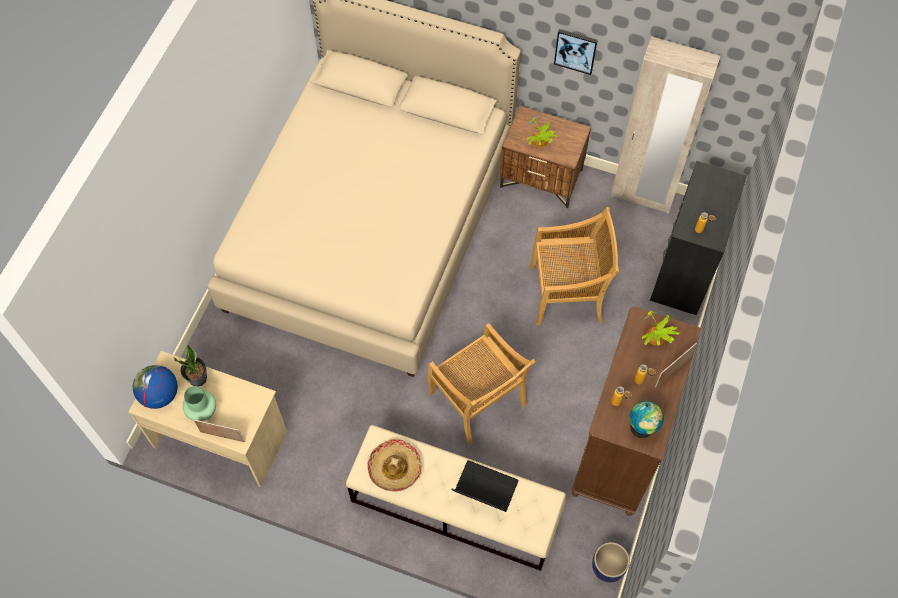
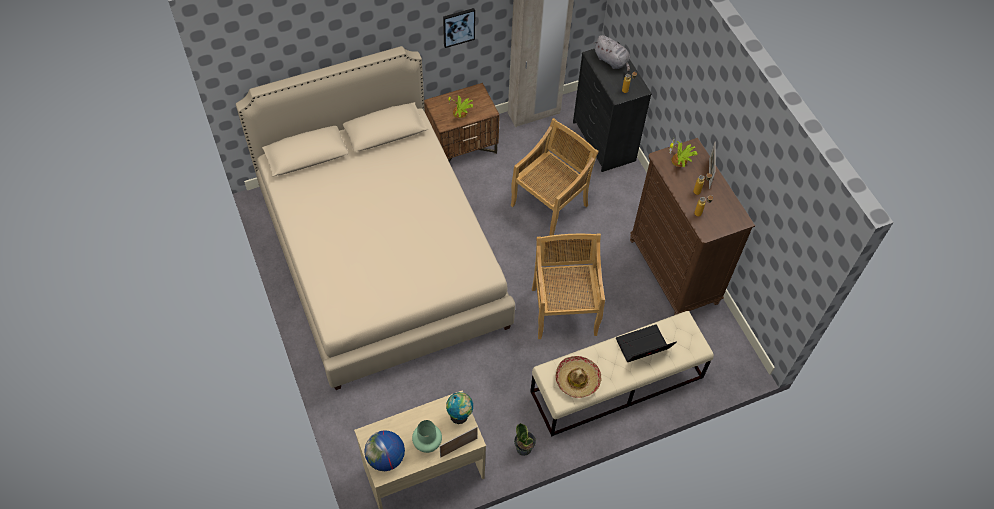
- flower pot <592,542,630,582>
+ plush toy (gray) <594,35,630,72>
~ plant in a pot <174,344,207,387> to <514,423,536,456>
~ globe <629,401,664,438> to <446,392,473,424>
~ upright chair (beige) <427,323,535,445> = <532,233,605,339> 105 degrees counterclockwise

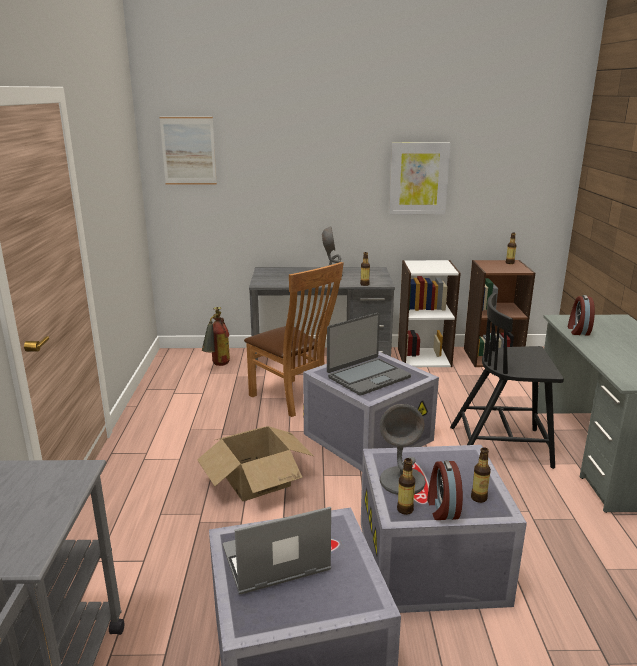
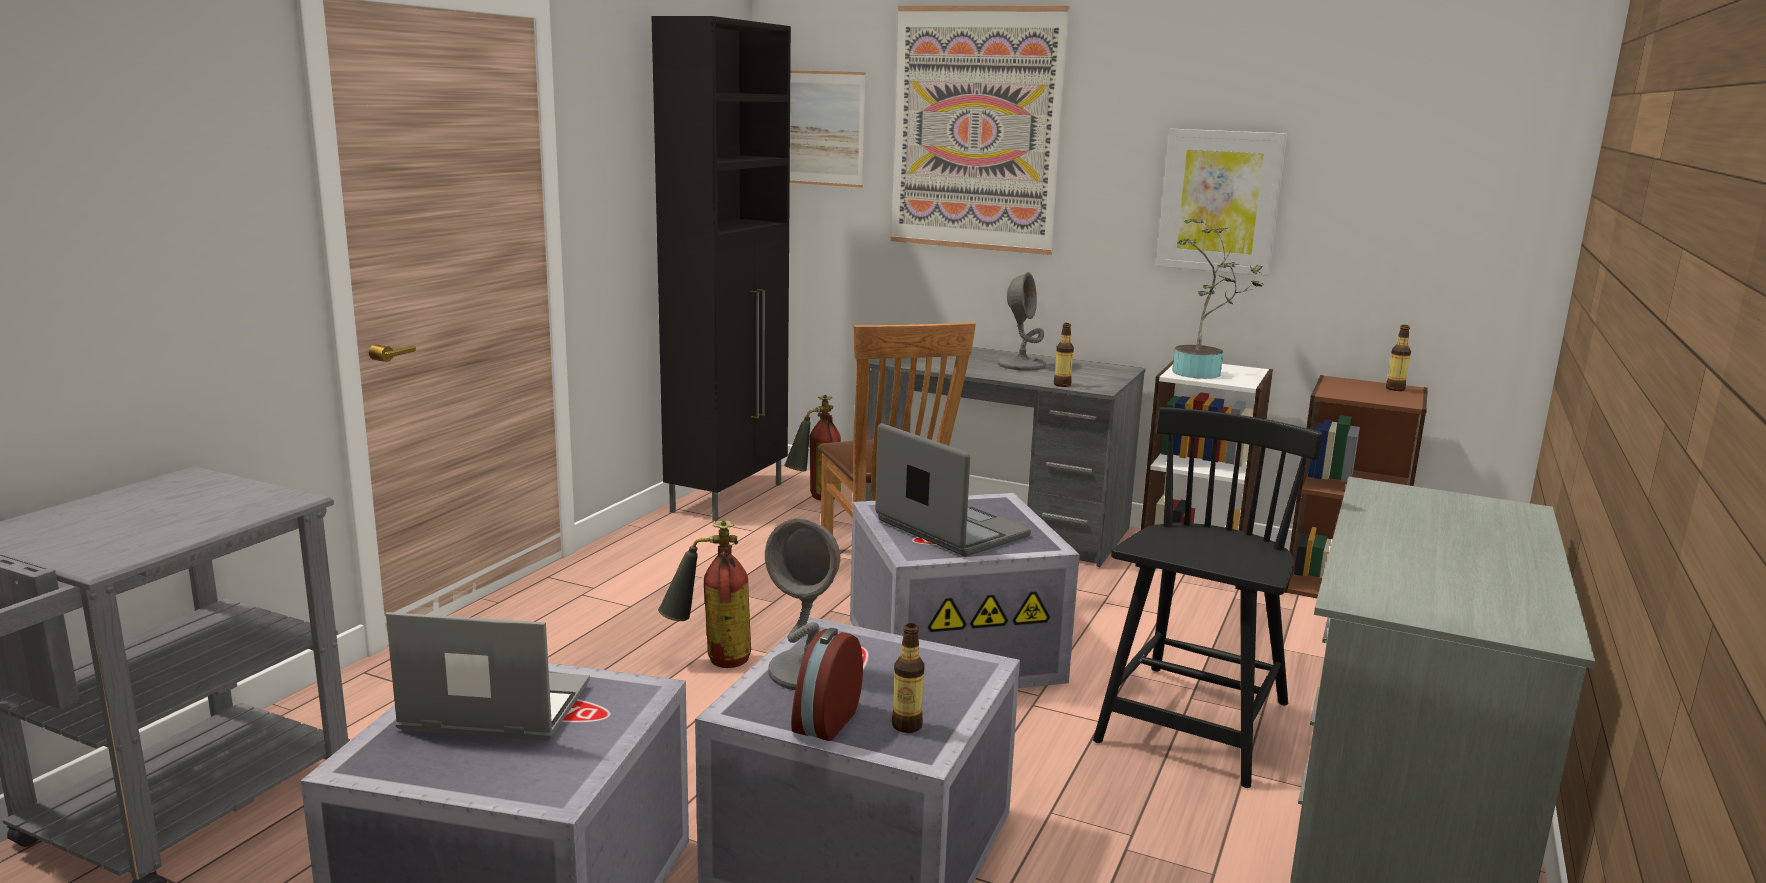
- drink bottle <397,458,415,515>
- table clock <568,295,595,336>
+ storage cabinet (black-coloured) <651,16,791,521>
+ wall art <891,6,1070,255>
+ plant in a pot <1172,219,1263,379>
~ cardboard box <197,426,313,501> to fire extinguisher <658,521,751,668>
~ notebook computer <327,312,411,396> = <875,423,1031,556> 120 degrees counterclockwise
~ upright chair (black-coloured) <450,293,564,469> = <1093,407,1323,788> 90 degrees clockwise

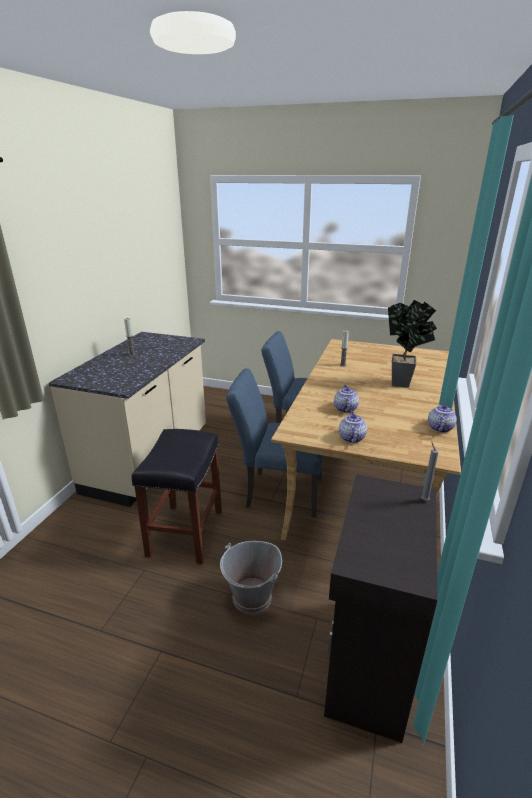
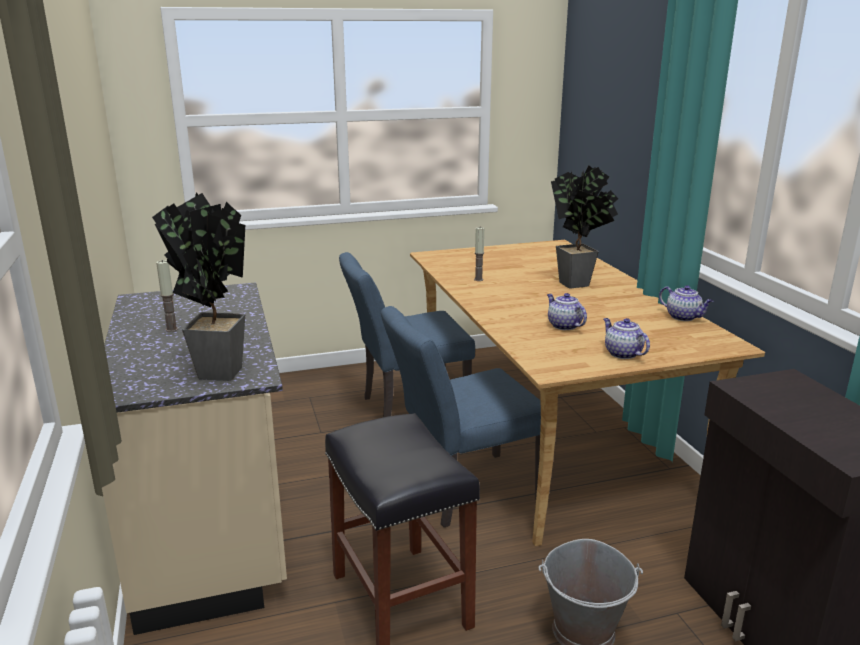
- wax light (gray) <421,441,438,501>
+ plant in a pot <152,192,245,381>
~ pot for tea <428,402,457,433> = <659,285,713,321> 150 degrees clockwise

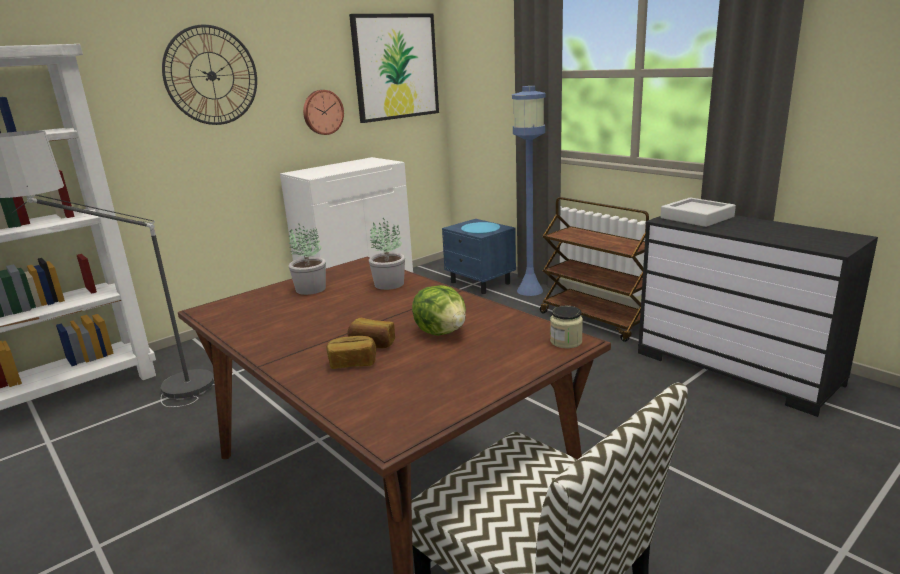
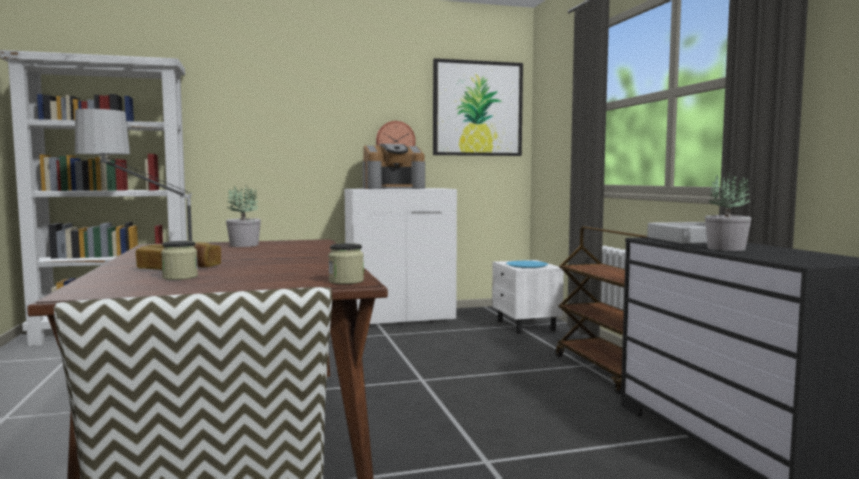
- clock on the wall <162,25,257,125>
- head of lettuce <412,285,466,336>
- standing lamp (blue) <512,86,546,296>
+ preserve jar <161,241,198,280>
+ coffee machine <363,144,425,189>
~ plant in a pot <369,218,405,290> to <705,173,752,251>
~ bedside table (blue) <442,219,516,294> to bedside table (white) <492,260,564,334>

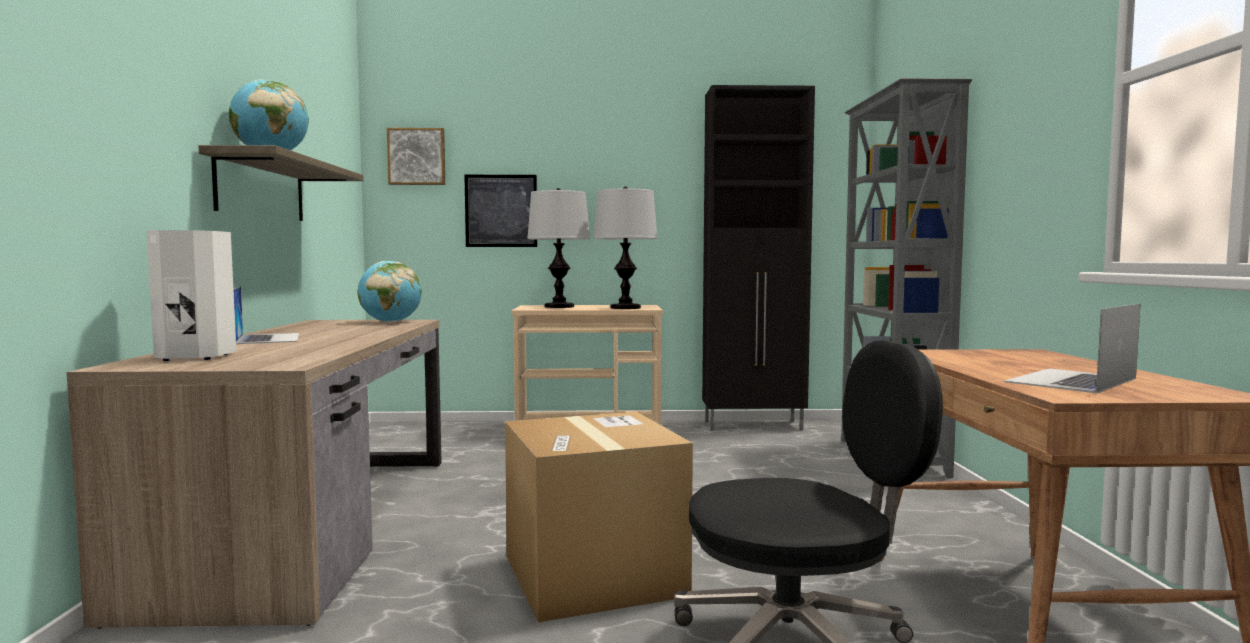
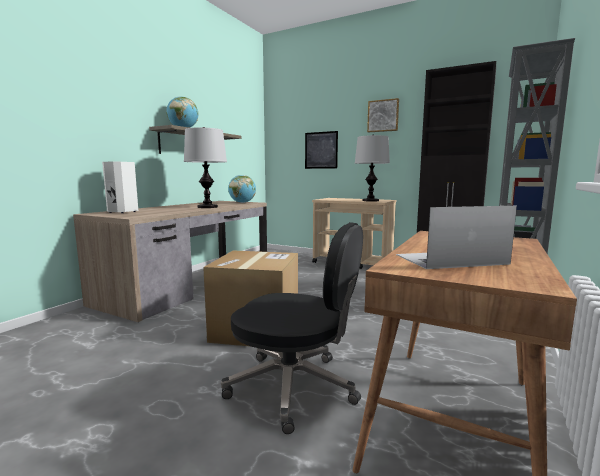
- notebook computer <233,287,299,344>
~ wall art <387,128,445,185> to <367,98,399,132>
~ table lamp <527,188,590,308> to <184,127,227,208>

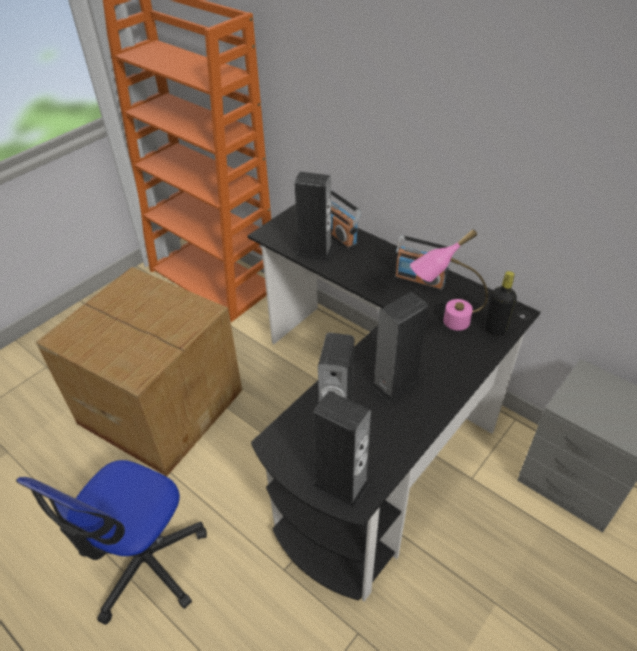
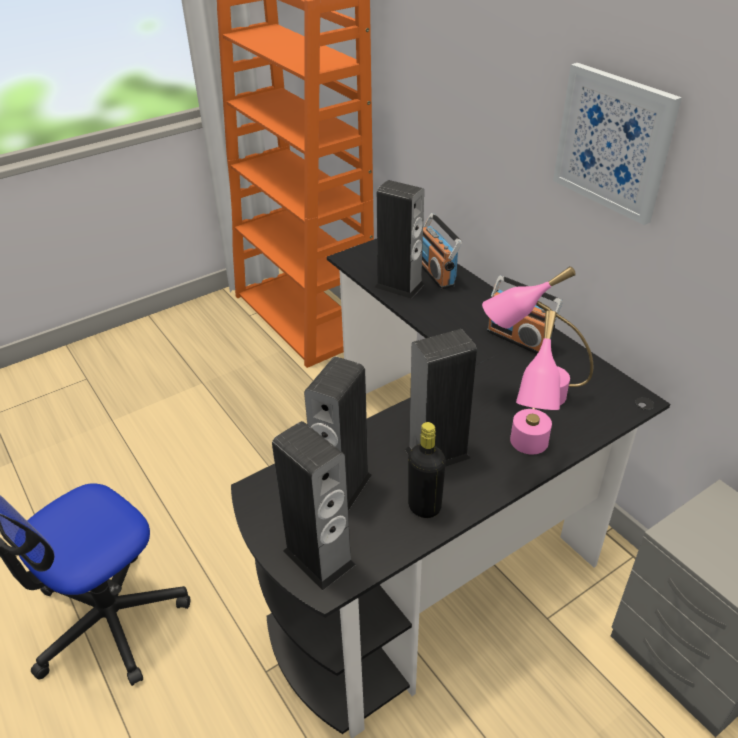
- cardboard box <36,267,242,476>
+ table lamp (pink) <510,310,560,454>
+ wall art <553,63,682,225>
~ drink bottle (black-coloured) <485,271,517,336> to <408,422,446,518>

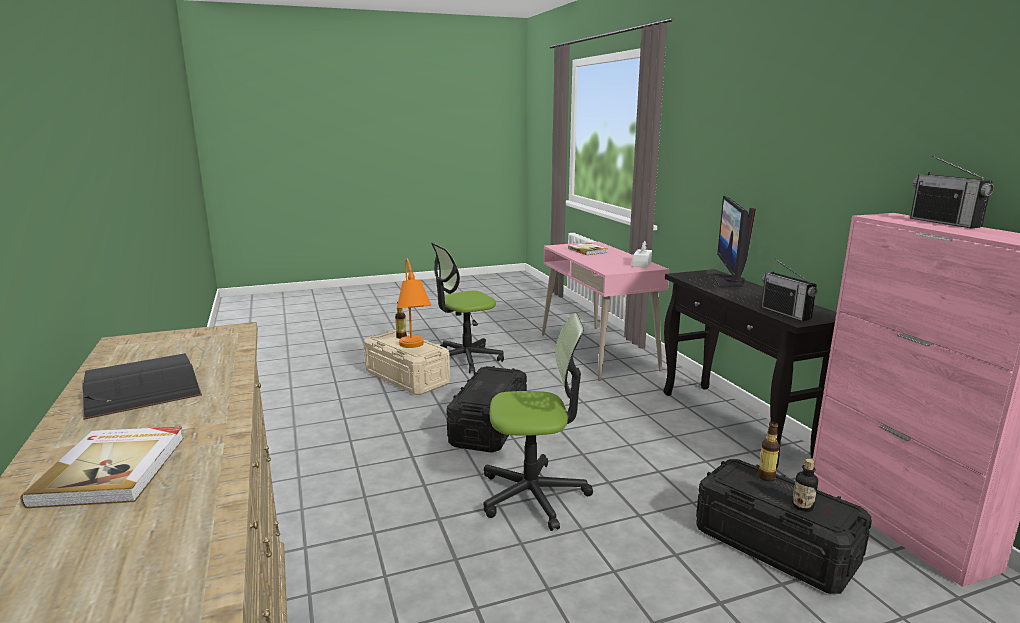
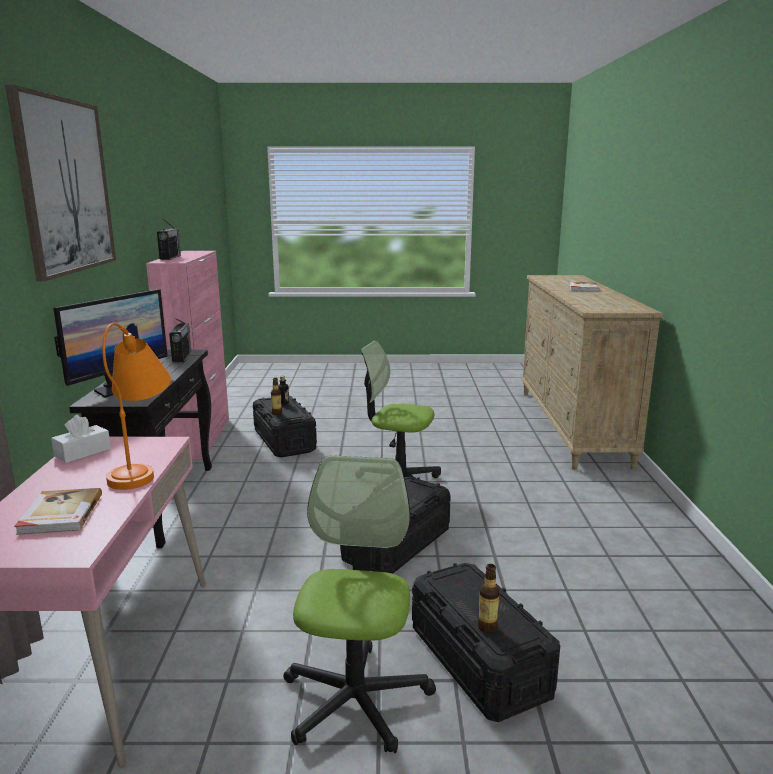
- volume (black-coloured) <82,353,202,420>
+ wall art <5,85,116,281>
~ table lamp (orange) <397,258,431,348> to <102,323,171,490>
~ storage container (beige) <364,330,450,395> to storage container (black-coloured) <412,563,561,722>
~ office chair <431,242,504,373> = <283,455,436,753> 75 degrees counterclockwise

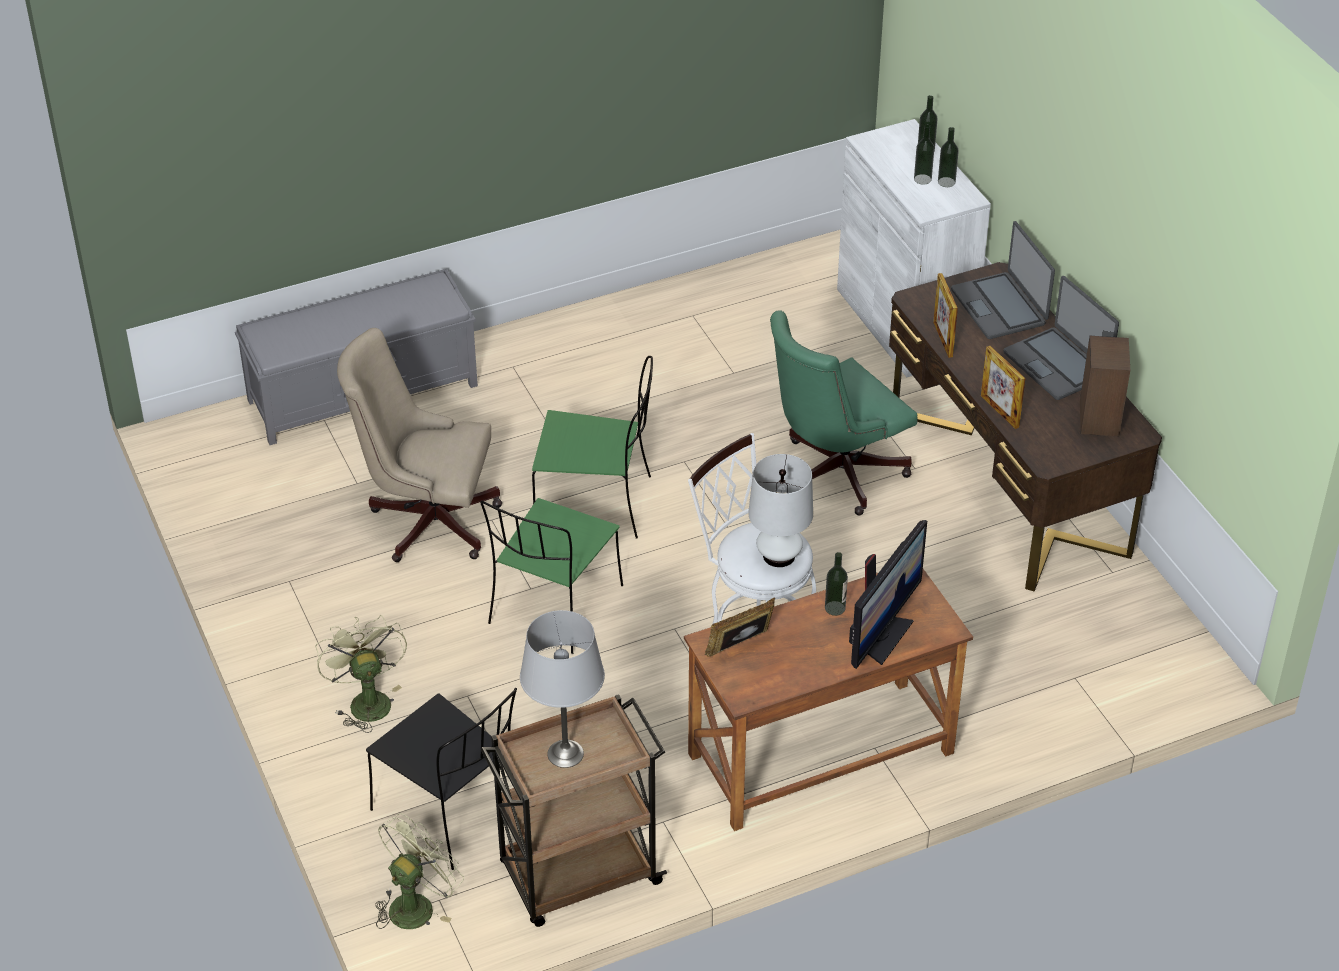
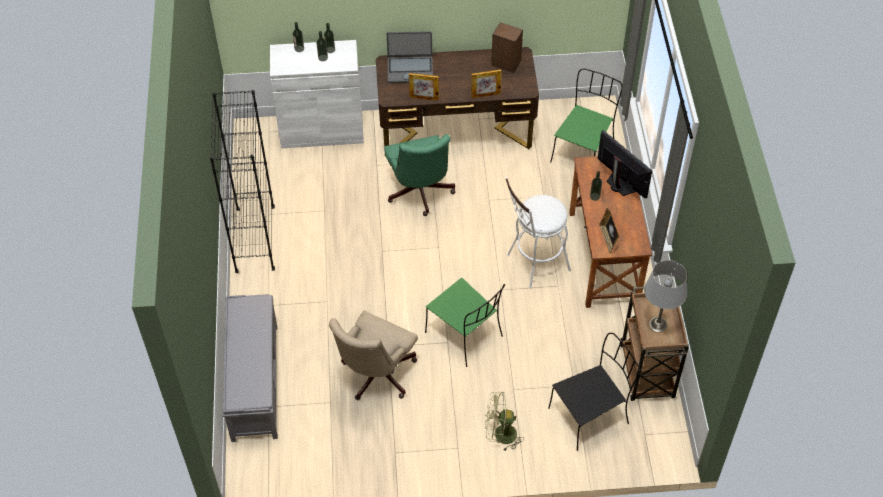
- electric fan (greenish) <376,813,464,929>
- table lamp (white) <748,454,813,567>
- notebook computer <1003,276,1119,400>
+ bookcase (black-coloured) <210,90,275,273>
~ upright chair (greenish) <532,356,653,539> to <550,68,622,162>

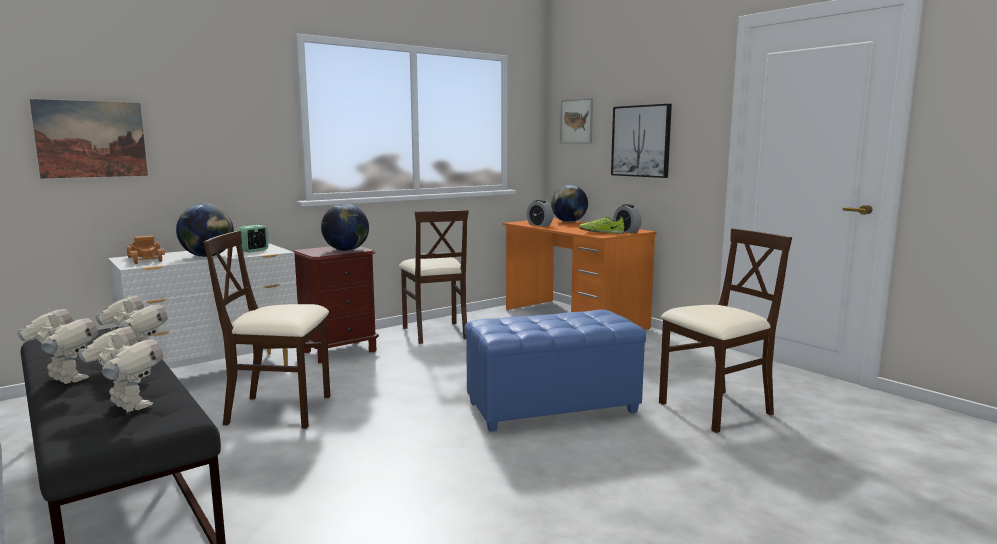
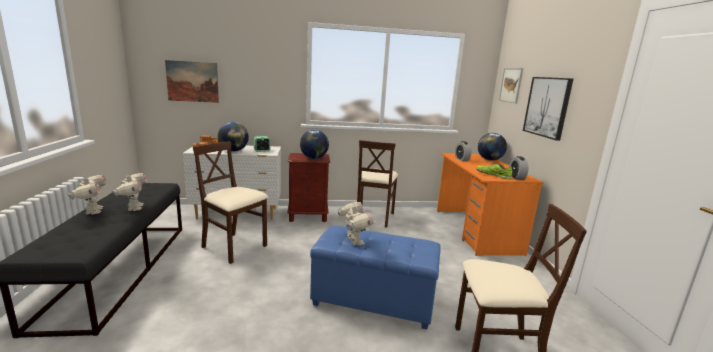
~ model robot <78,325,163,412> to <338,202,373,245>

